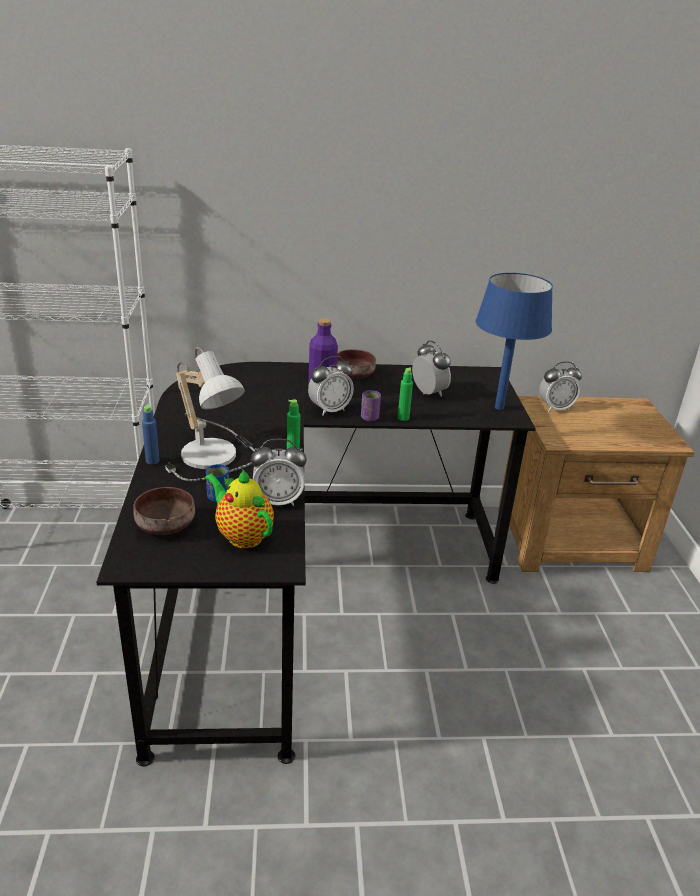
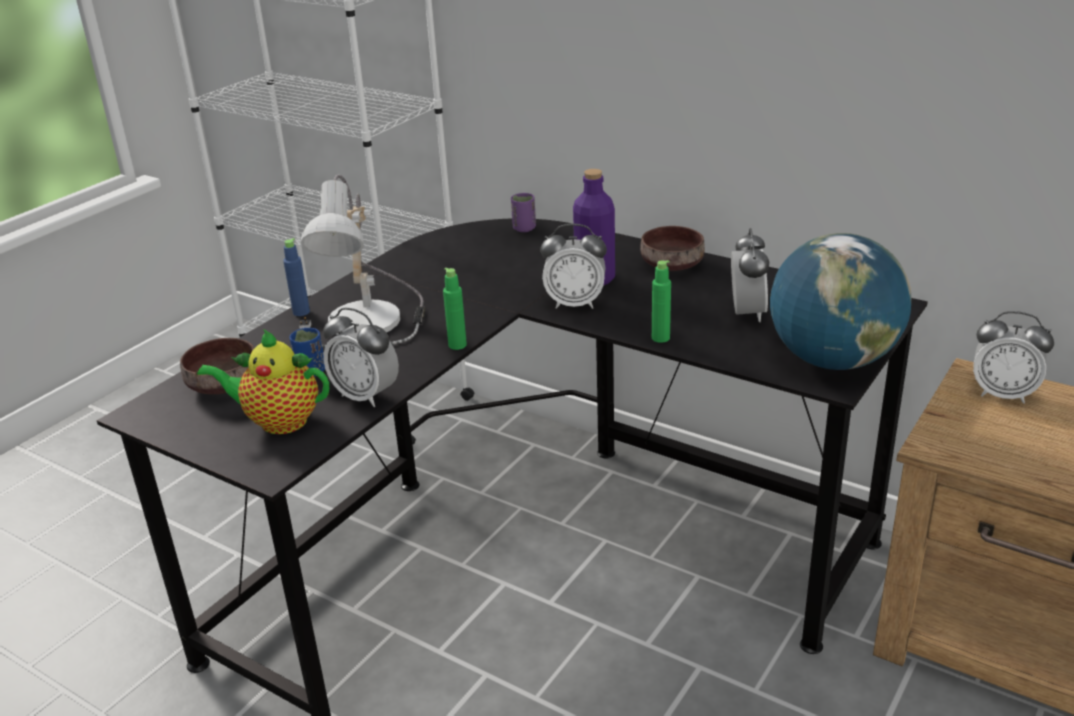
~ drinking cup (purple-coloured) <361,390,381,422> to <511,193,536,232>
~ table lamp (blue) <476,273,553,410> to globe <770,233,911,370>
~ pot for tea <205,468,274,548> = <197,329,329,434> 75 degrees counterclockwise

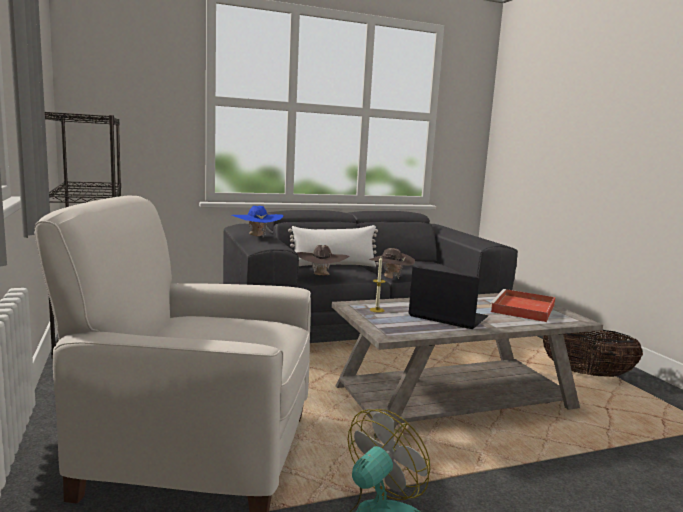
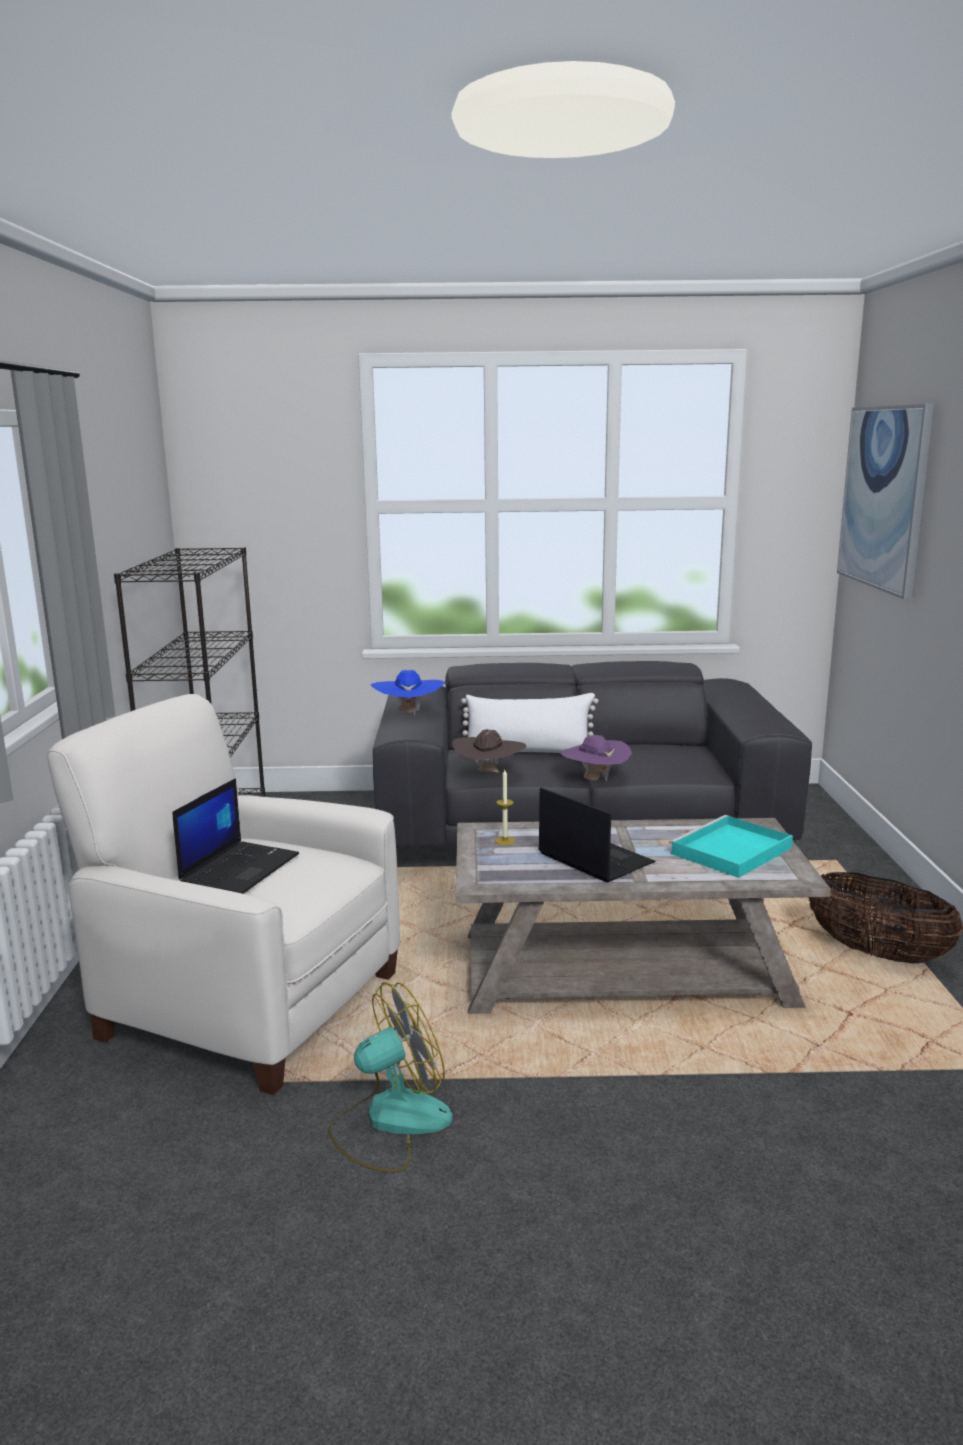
+ notebook computer <172,778,299,894>
+ wall art <837,404,934,599>
~ wearable hat (brown) <369,248,415,279> to wearable hat (purple-coloured) <560,735,632,781>
~ tray (red) <489,289,555,322> to tray (turquoise) <669,815,793,878>

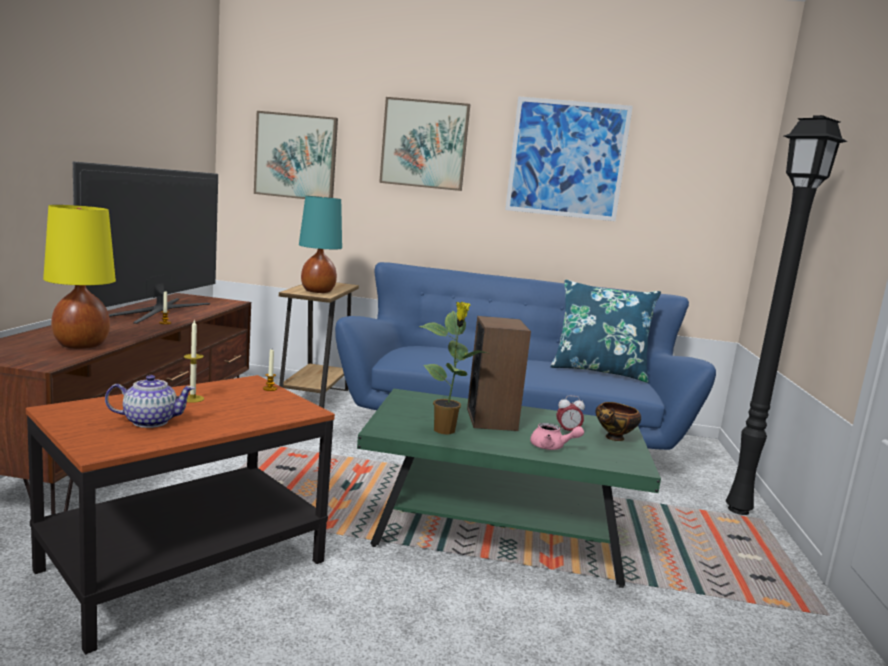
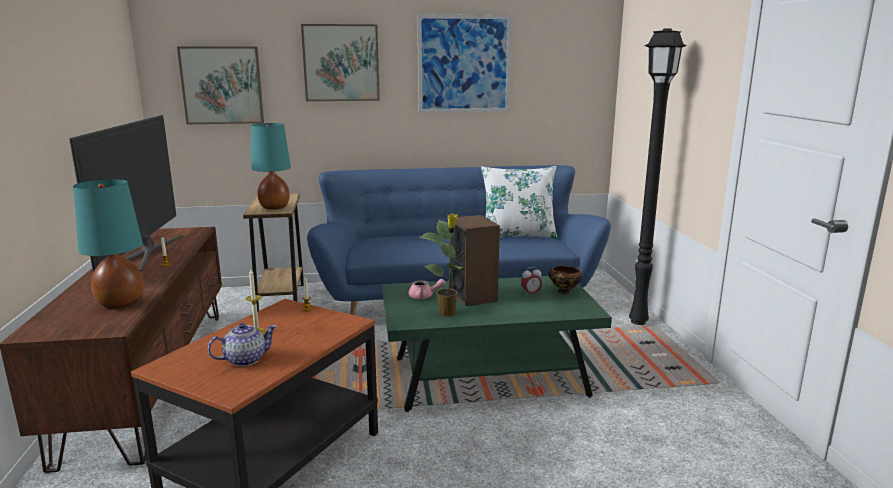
~ pot for tea (pink) <530,423,584,450> to <409,279,445,299>
~ table lamp (yellowish) <43,205,116,349> to table lamp (turquoise) <73,179,144,309>
~ throw pillow (blue) <550,280,661,383> to throw pillow (white) <481,166,558,239>

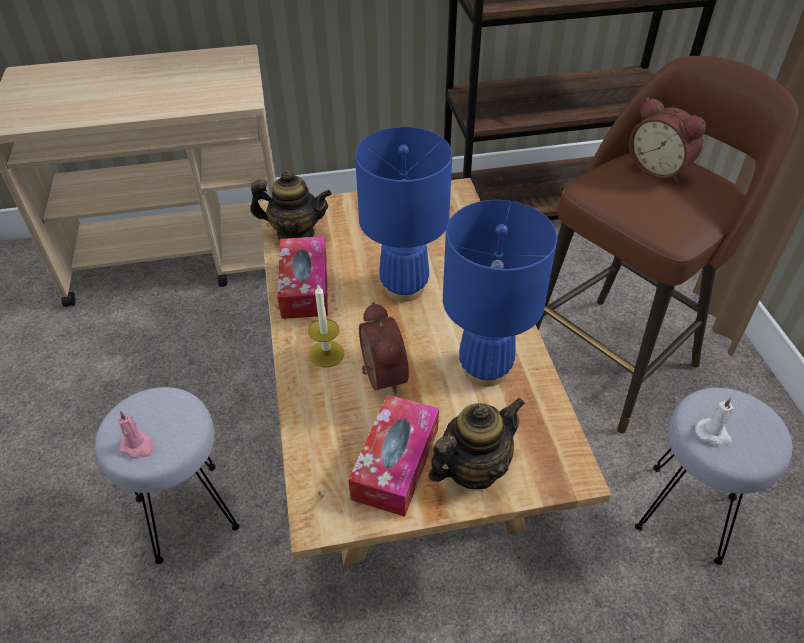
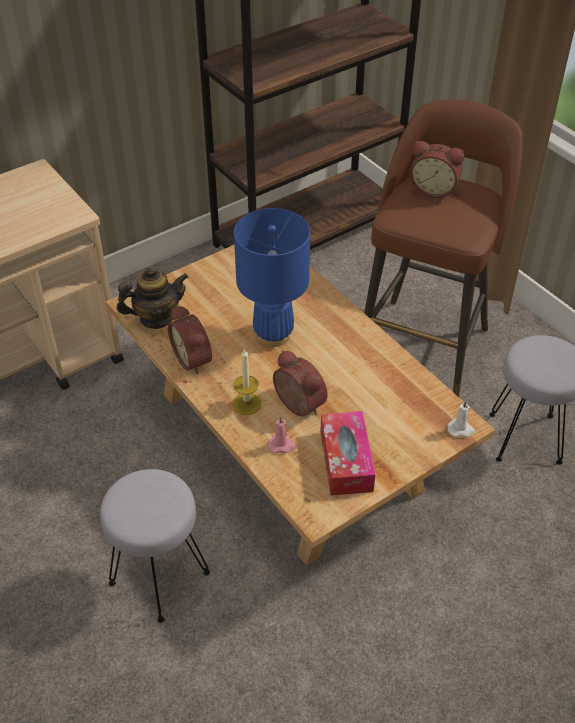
- pot for tea <428,398,525,489>
- table lamp (blue) <443,200,557,387>
~ wax light (pink) <118,411,153,458> to <268,416,296,453>
~ wax light (white) <695,398,733,445> to <447,400,475,437>
~ tissue holder <277,236,328,319> to table clock <168,305,212,375>

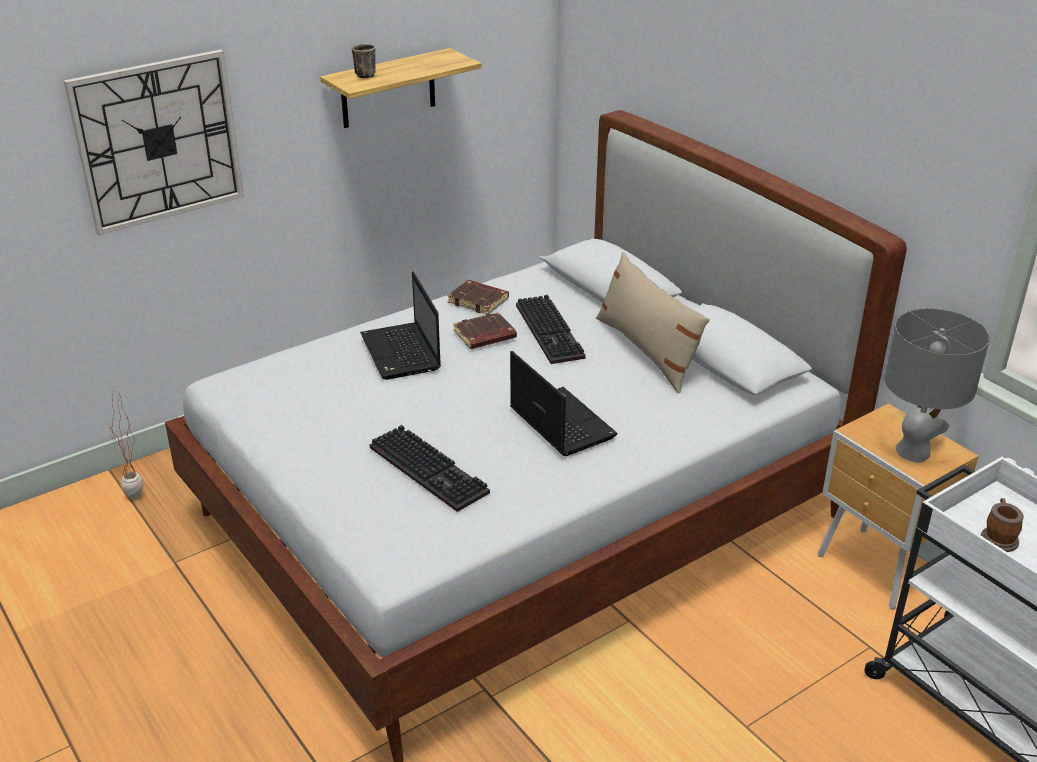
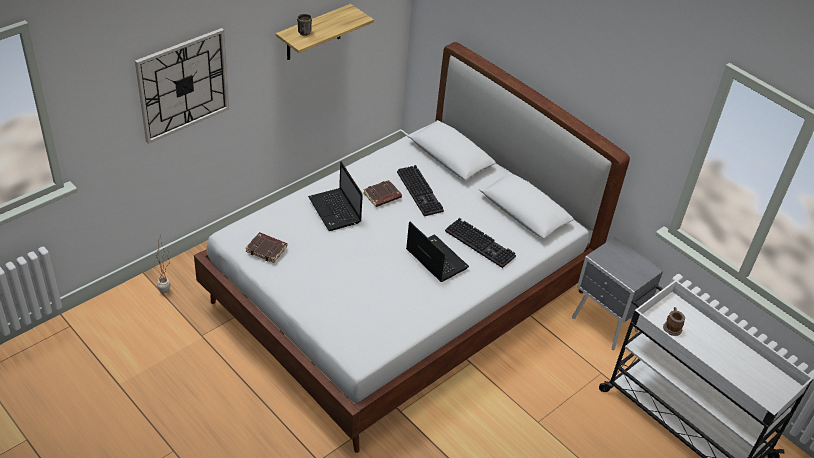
- throw pillow (beige) <596,252,710,393>
- table lamp (gray) <884,308,990,463>
~ PC keyboard <370,425,490,512> to <445,218,516,268>
~ volume (brown) <447,280,509,314> to <246,232,287,263>
~ bedside table (brown) <818,403,979,610> to bedside table (gray) <572,237,663,350>

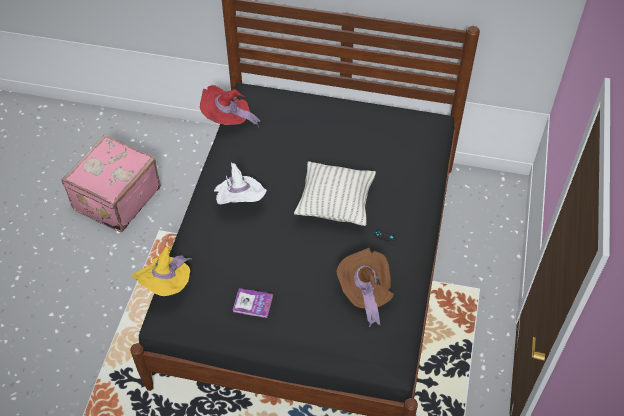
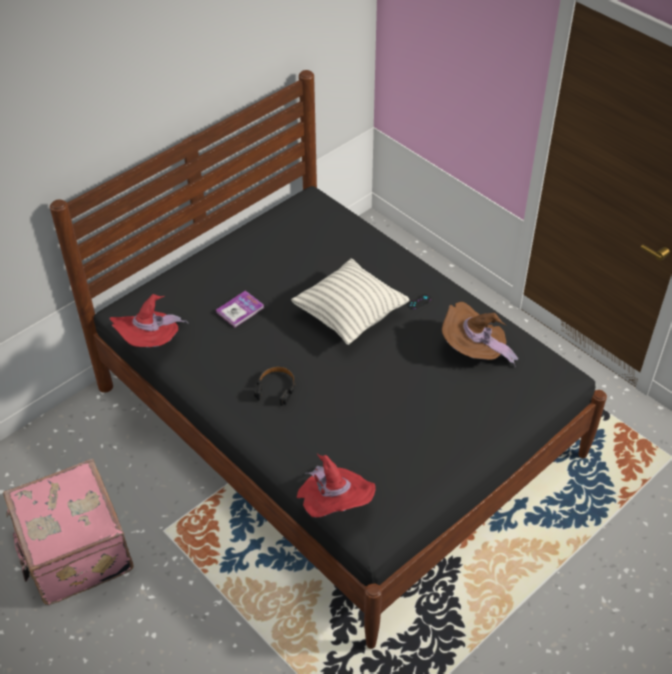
~ volume <233,288,273,318> to <216,290,264,327>
~ wearable hat (white) <214,163,267,204> to headphones (black-coloured) <254,366,295,406>
~ wearable hat (yellowish) <131,245,191,296> to wearable hat (red) <297,454,376,517>

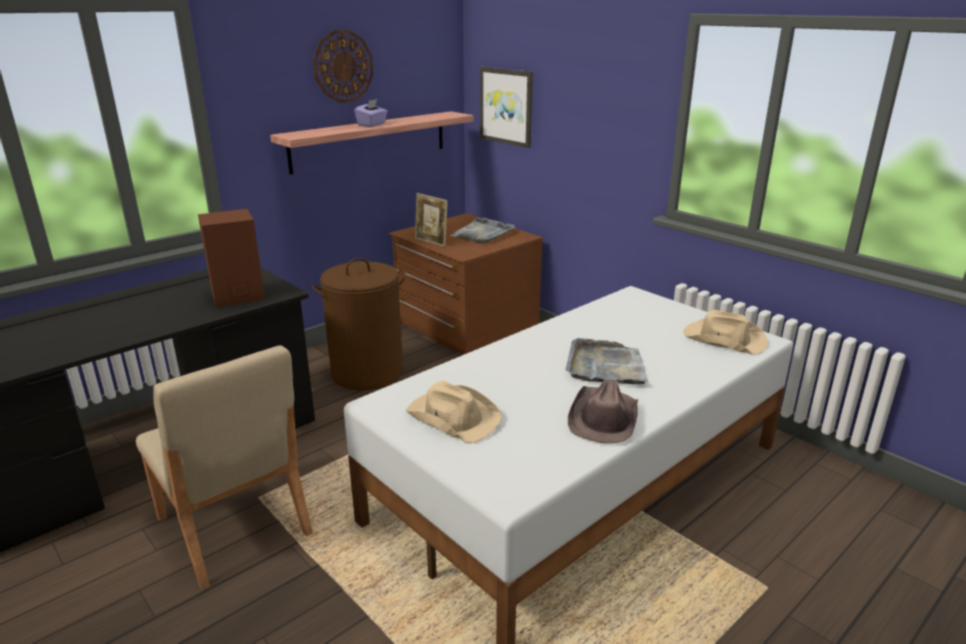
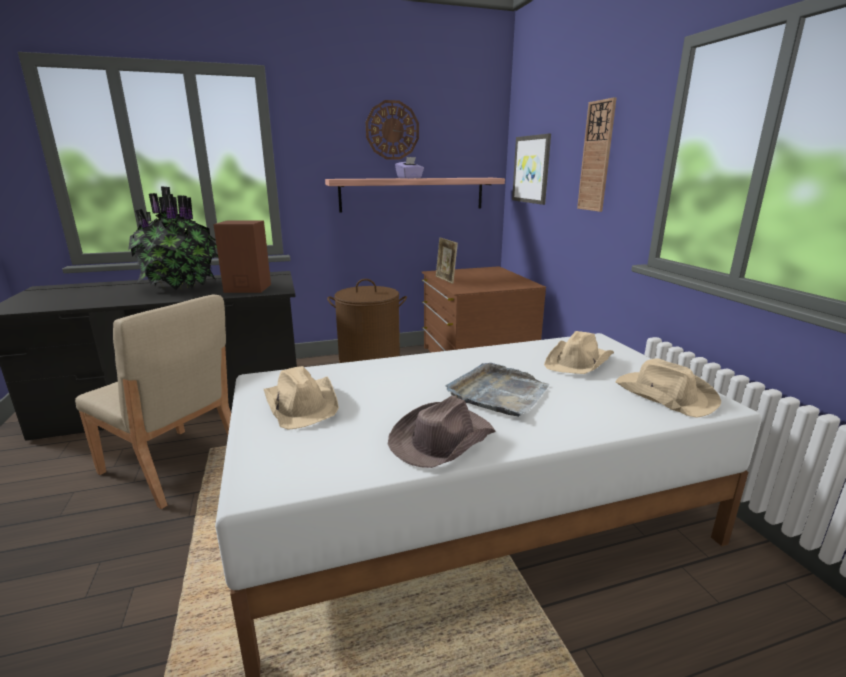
- tray (gray) <450,218,515,244>
+ plant in a pot <128,187,218,290>
+ wearable hat (beige) <544,331,614,374>
+ clock on the wall <577,97,616,212>
~ upright chair (beige) <136,345,313,590> = <75,294,231,509> 45 degrees counterclockwise

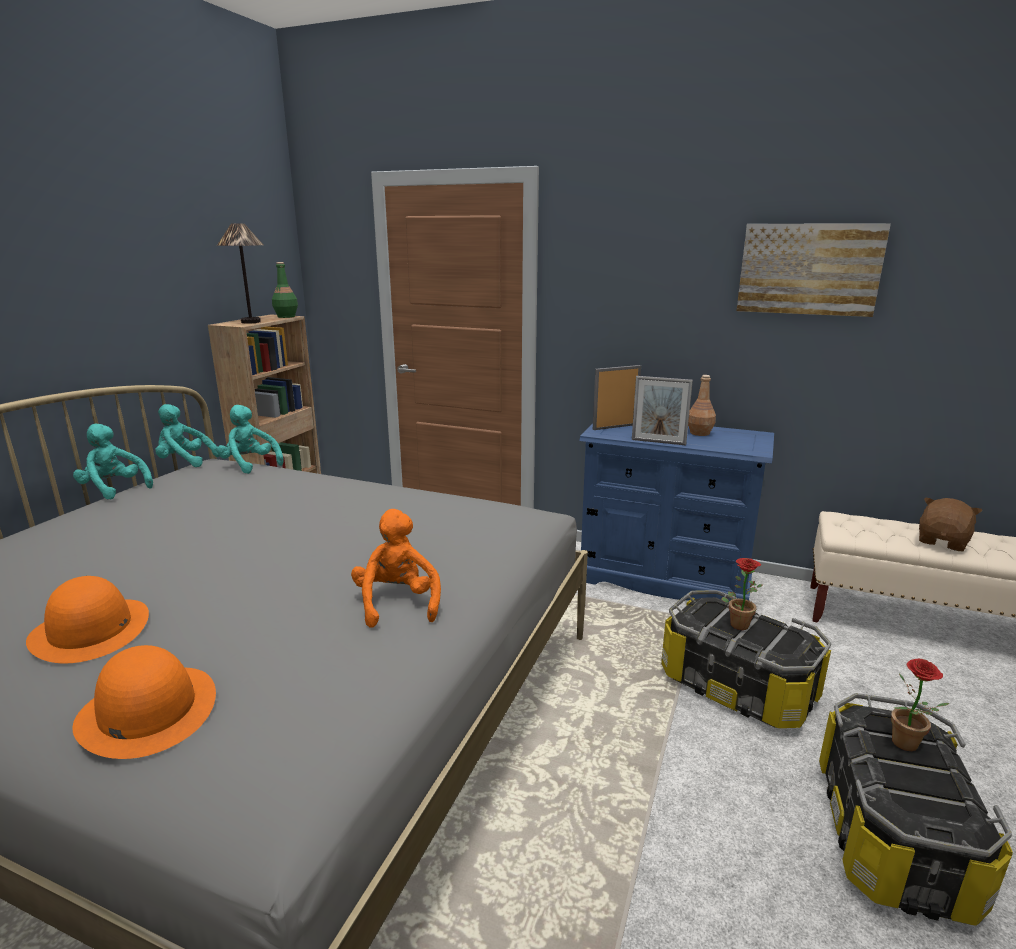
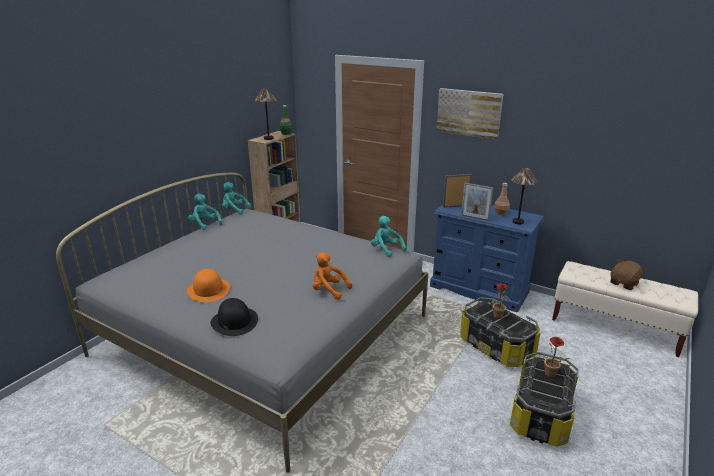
+ table lamp <511,168,538,224>
~ plush toy (turquoise) <217,405,284,474> to <371,216,406,257>
~ wall art <736,223,891,317> to <436,88,503,140>
~ wearable hat (orange) <72,645,216,759> to wearable hat (black-coloured) <210,298,258,336>
~ plush toy (orange) <351,509,441,628> = <313,252,352,300> 60 degrees counterclockwise

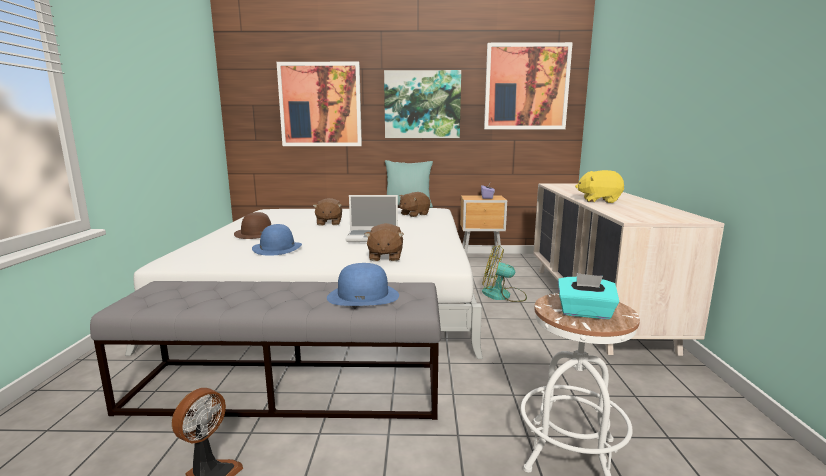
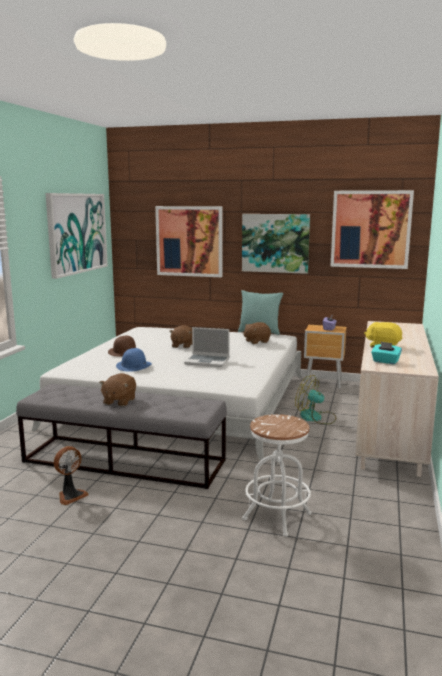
- wearable hat (blue) <327,263,399,306>
+ wall art <45,193,108,279>
~ plush toy (brown) <365,223,404,261> to <99,373,136,406>
~ tissue holder (turquoise) <558,273,619,319> to <371,342,402,364>

